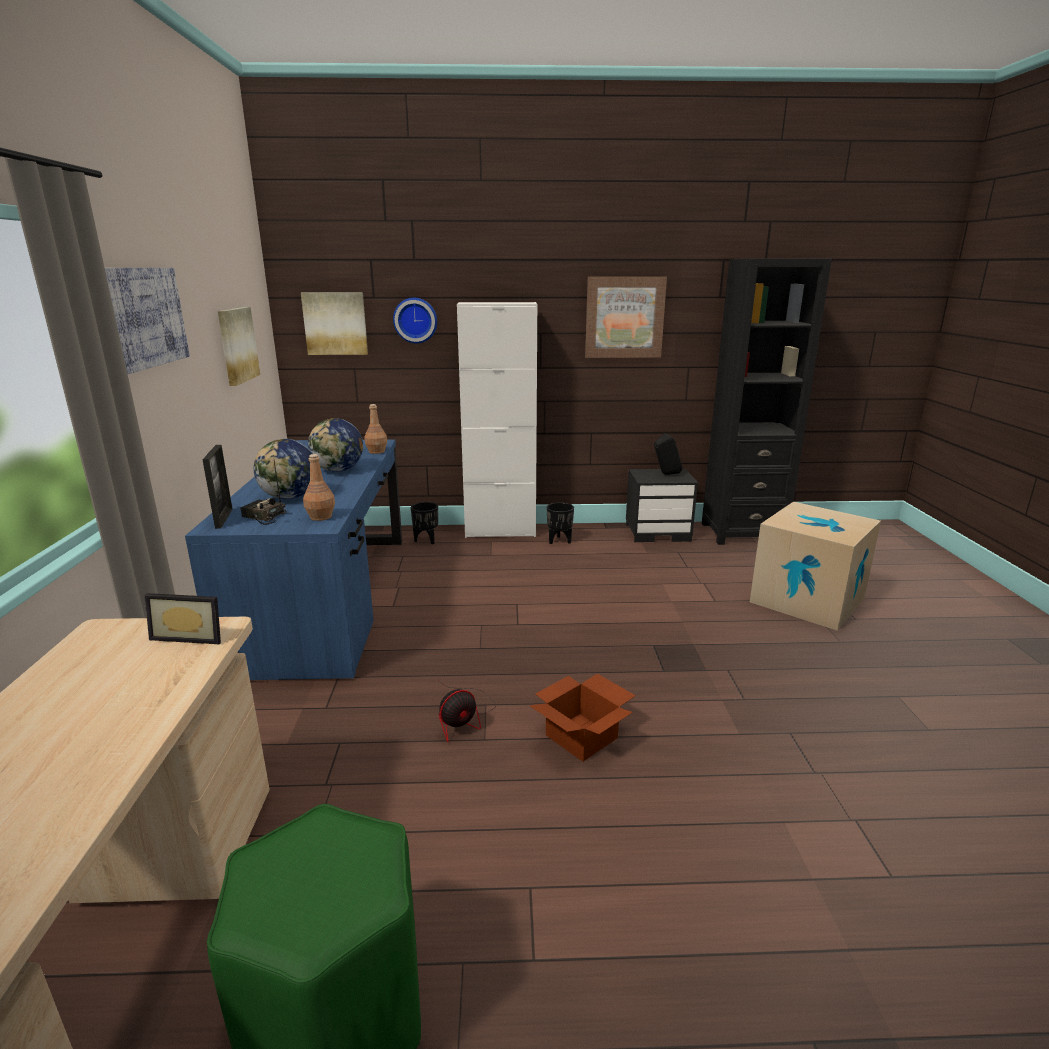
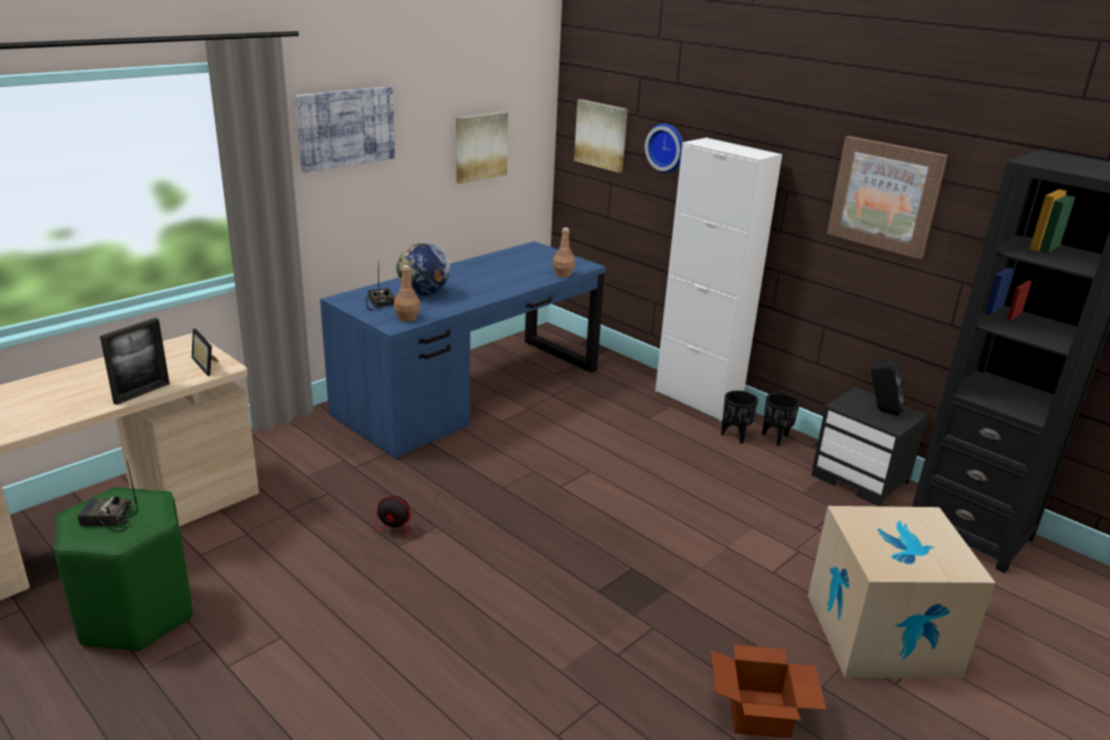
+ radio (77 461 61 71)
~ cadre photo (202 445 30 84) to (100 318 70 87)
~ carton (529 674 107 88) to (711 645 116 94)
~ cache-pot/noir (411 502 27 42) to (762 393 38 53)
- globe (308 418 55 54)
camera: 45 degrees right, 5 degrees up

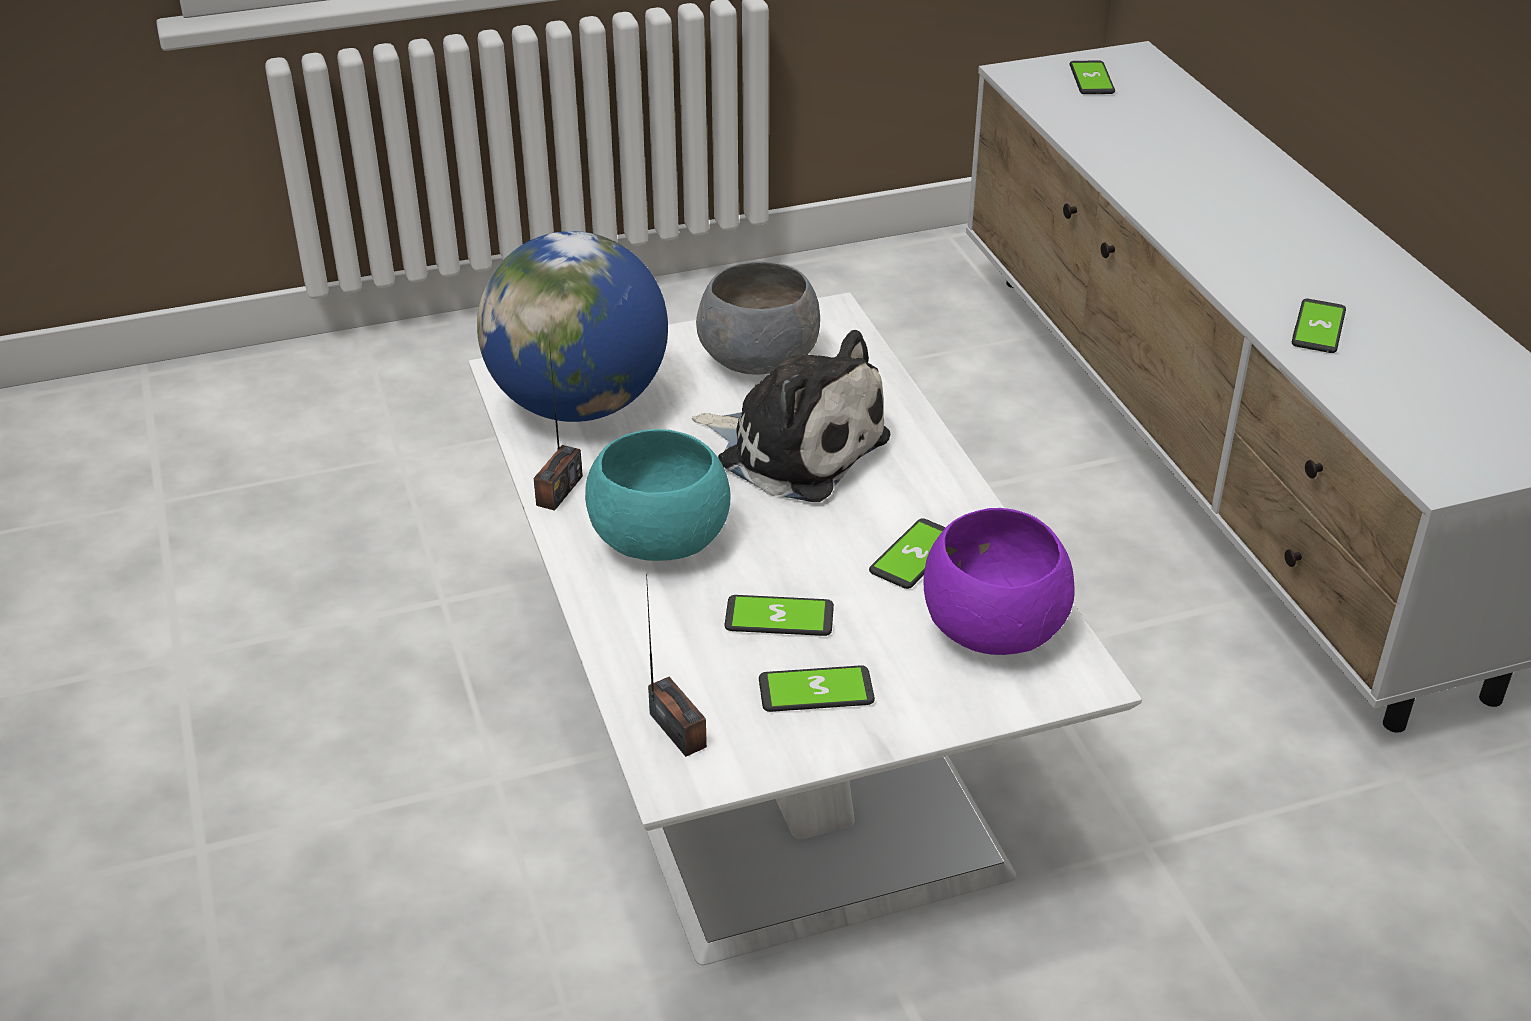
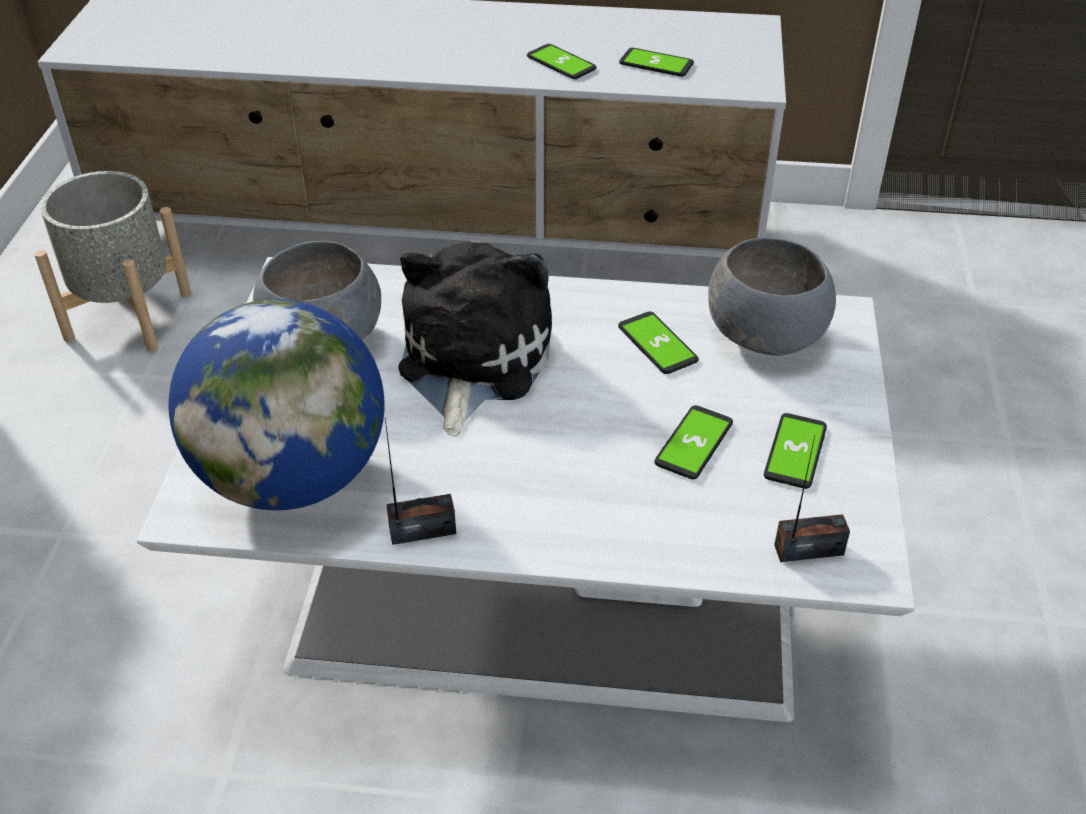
+ cache-pot/gris (34 171 158 181)
~ radio (534 341 49 170) = (385 418 71 127) 60 degrees counterclockwise
~ peluche (692 330 198 172) = (398 242 154 194) 45 degrees counterclockwise
~ téléphone (1070 60 45 34) to (619 48 75 29)
~ bol/violet (923 508 152 147) to bol/gris (708 237 128 119)
- bol/turquoise (585 429 146 132)
camera: 65 degrees left, 5 degrees up

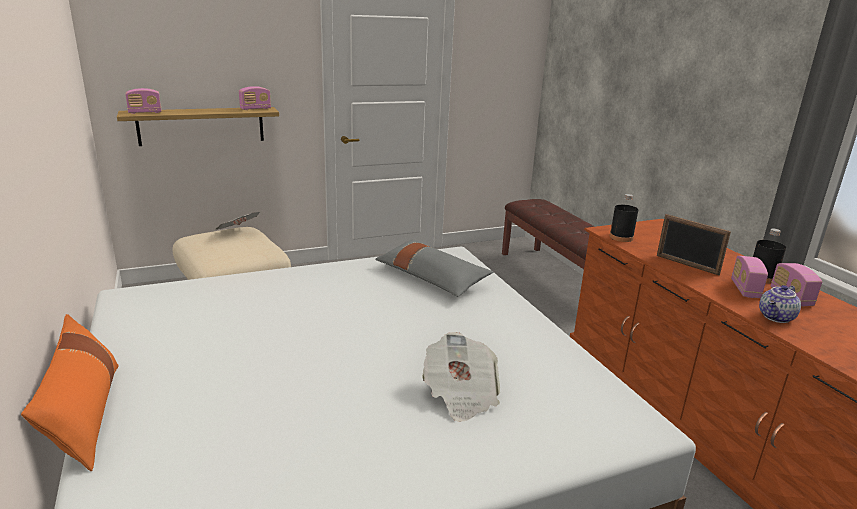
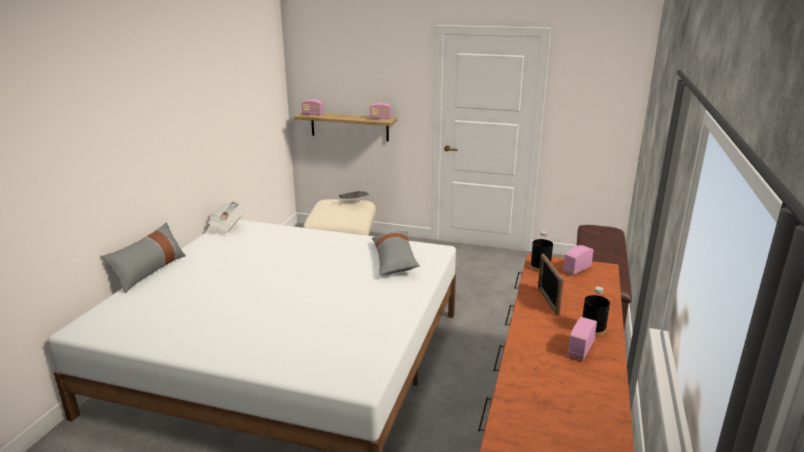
~ coussin/orange (21 314 98 157) to coussin/gris (101 222 85 71)
~ journal (422 332 78 90) to (206 201 38 34)
~ radio (731 256 37 42) to (563 245 31 30)
- théière (759 285 42 38)
camera: 40 degrees right, 0 degrees up

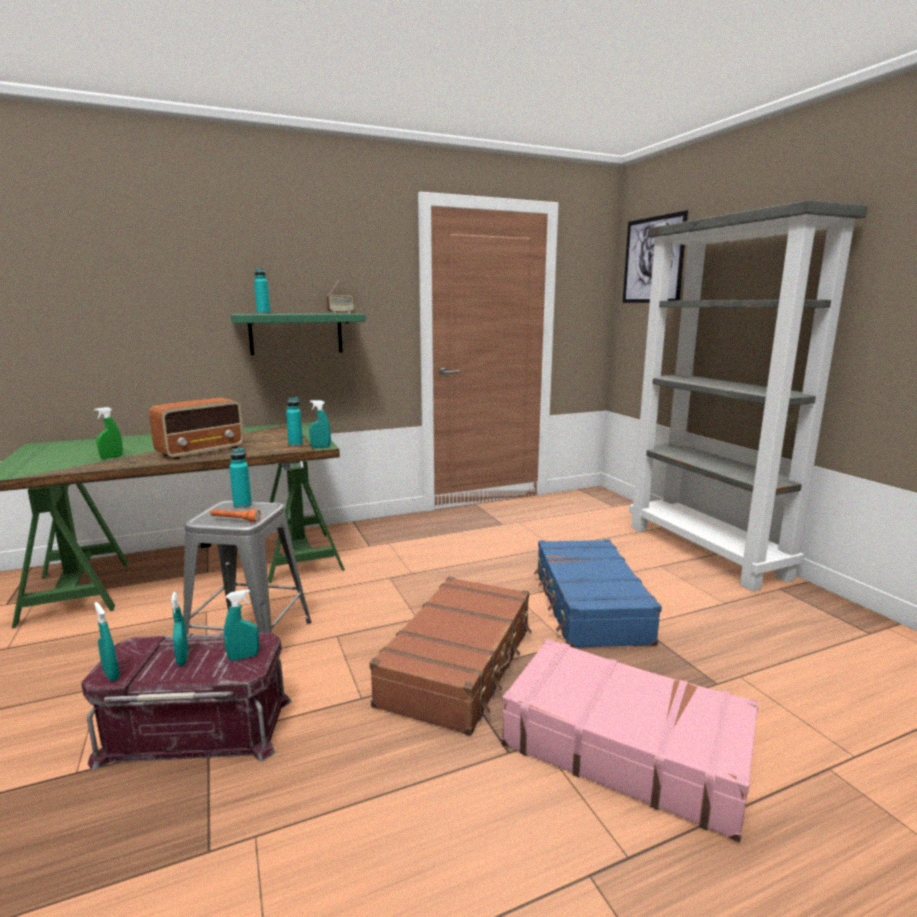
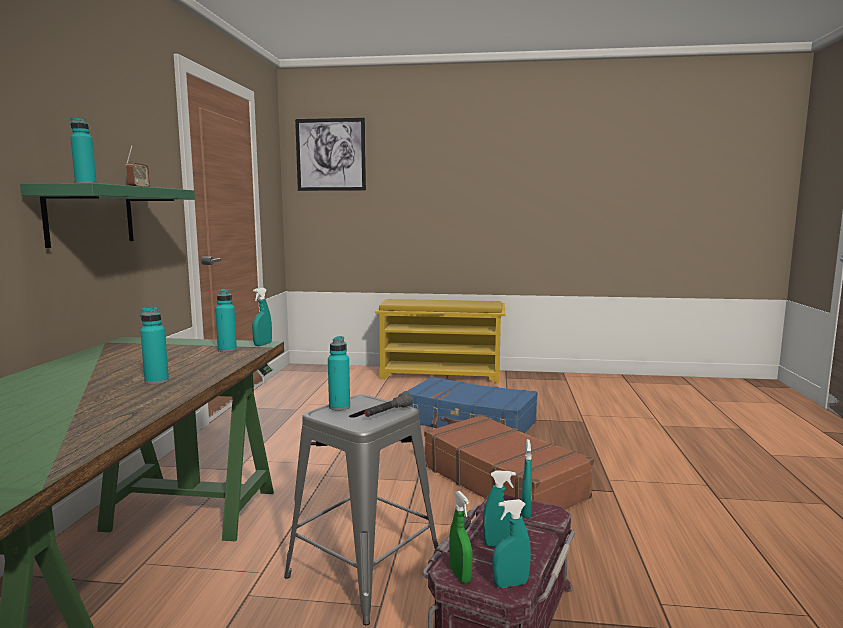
~ radio (149 398 95 62) to bouteille/turquoise (140 307 29 77)
~ lampe de poche/orange (210 509 51 13) to lampe de poche/gris (364 392 49 25)
~ bibliothèque/gris (629 200 239 391) to étagère à chaussures/jaune (375 299 131 84)
~ vaporisateur/vert (94 407 29 52) to (449 491 24 92)
- valise/rose (501 639 258 203)
camera: 60 degrees left, 5 degrees down

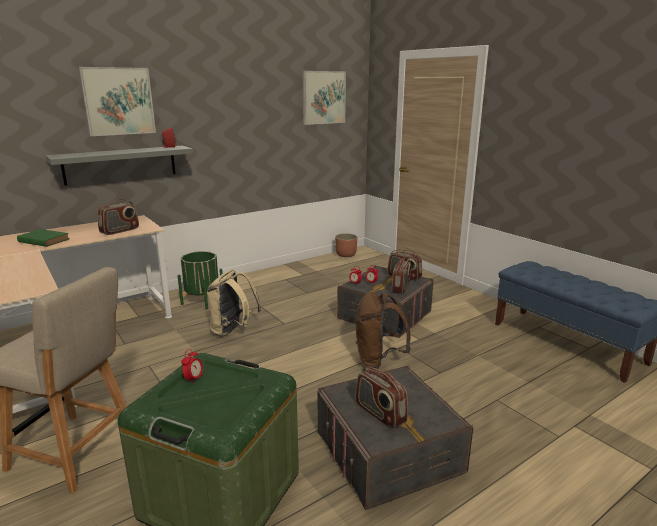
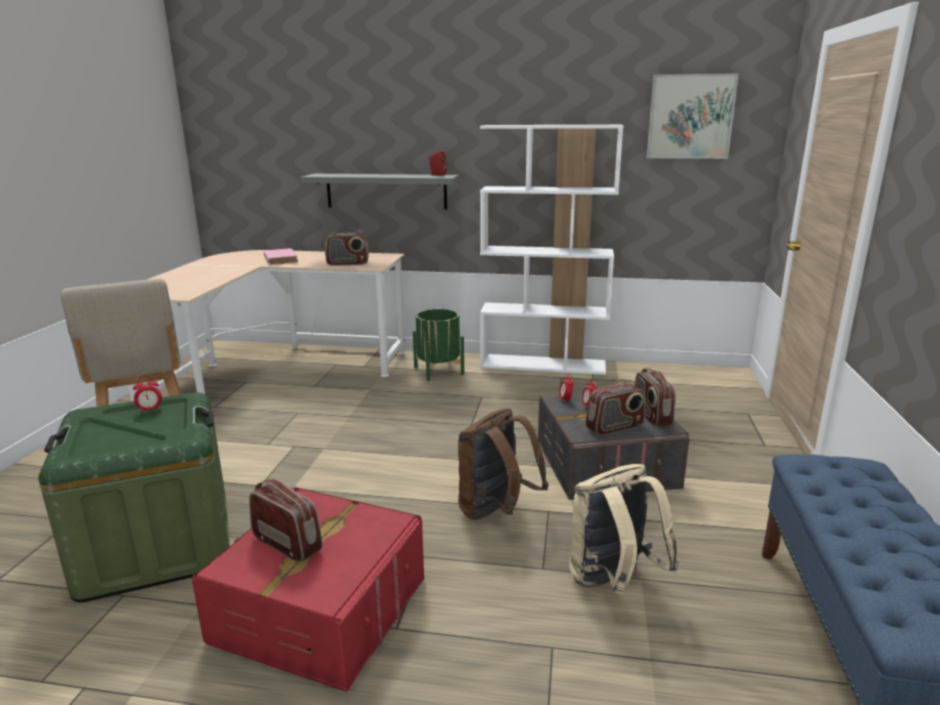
~ boîte de rangement/gris (317 366 156 144) to boîte de rangement/rouge (192 487 232 205)
~ radio (355 367 53 62) = (249 479 73 83) 120 degrees clockwise
~ livre/vert (17 229 53 18) to livre/rose (264 248 34 17)
+ bibliothèque/blanc (480 125 144 250)
~ sac à dos/beige (207 270 55 67) to (569 464 110 131)
- tableau (79 67 77 69)
- cache-pot (335 233 22 24)
camera: 45 degrees right, 0 degrees up

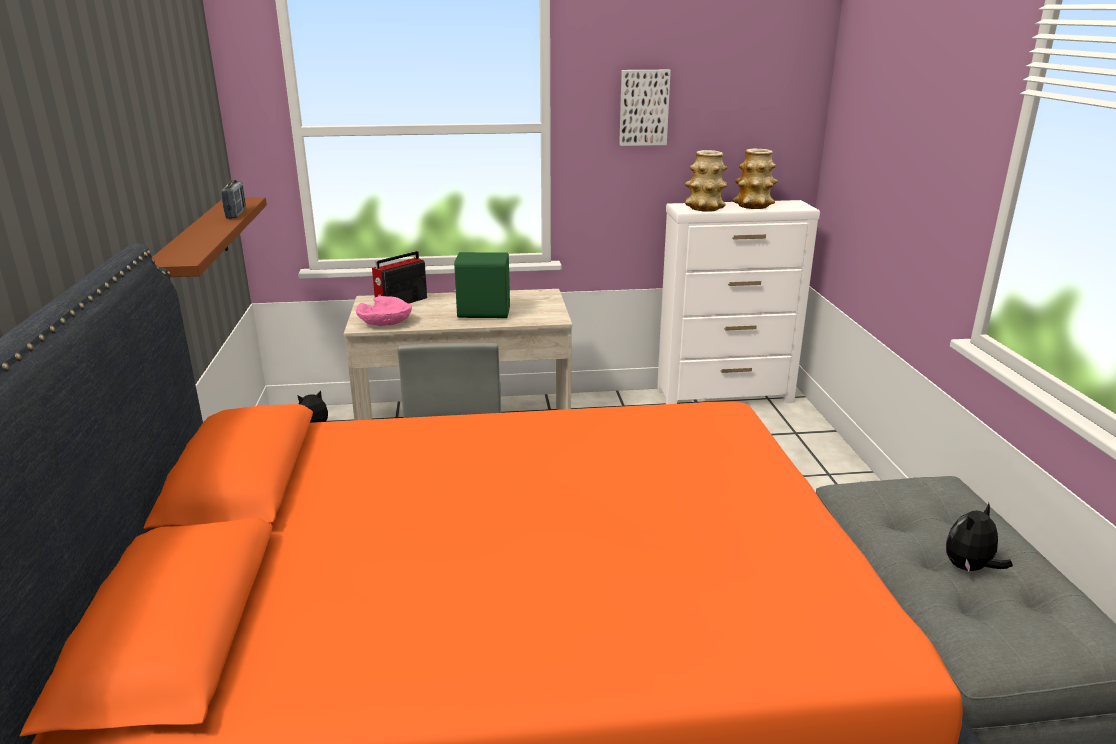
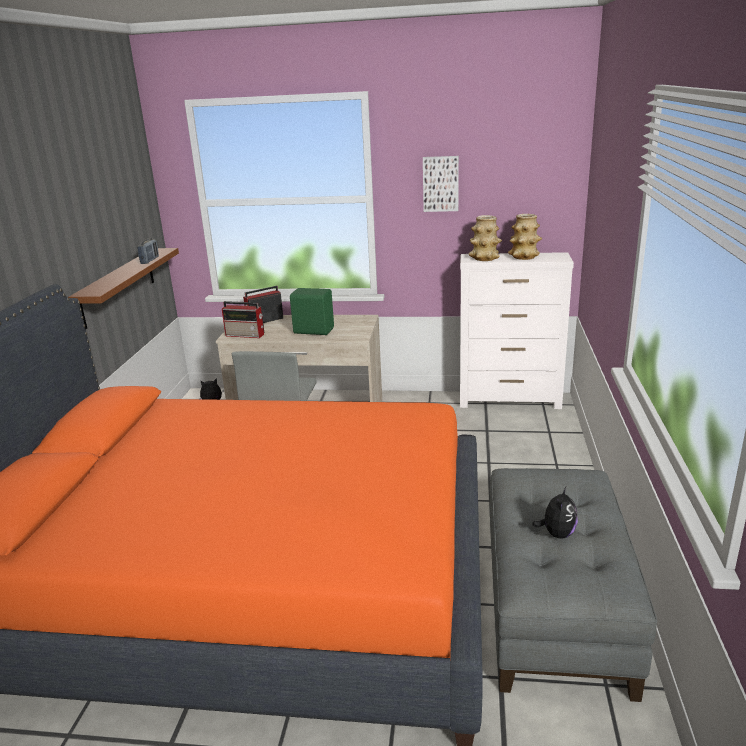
~ bol/rose (356 296 56 30) to radio (222 301 42 37)
~ peluche (946 503 67 69) = (532 487 46 52) 135 degrees clockwise
camera: 15 degrees right, 0 degrees up

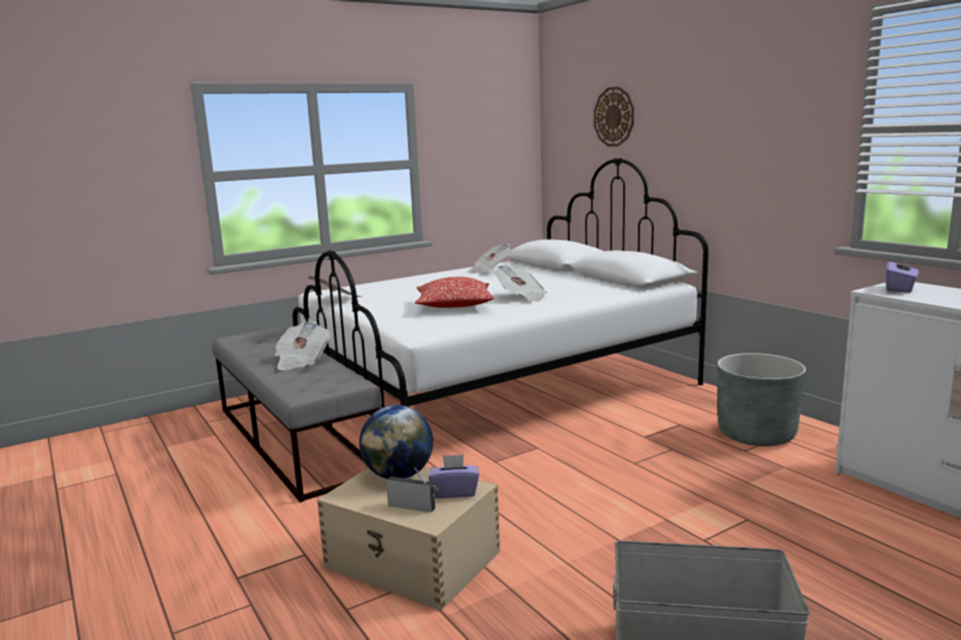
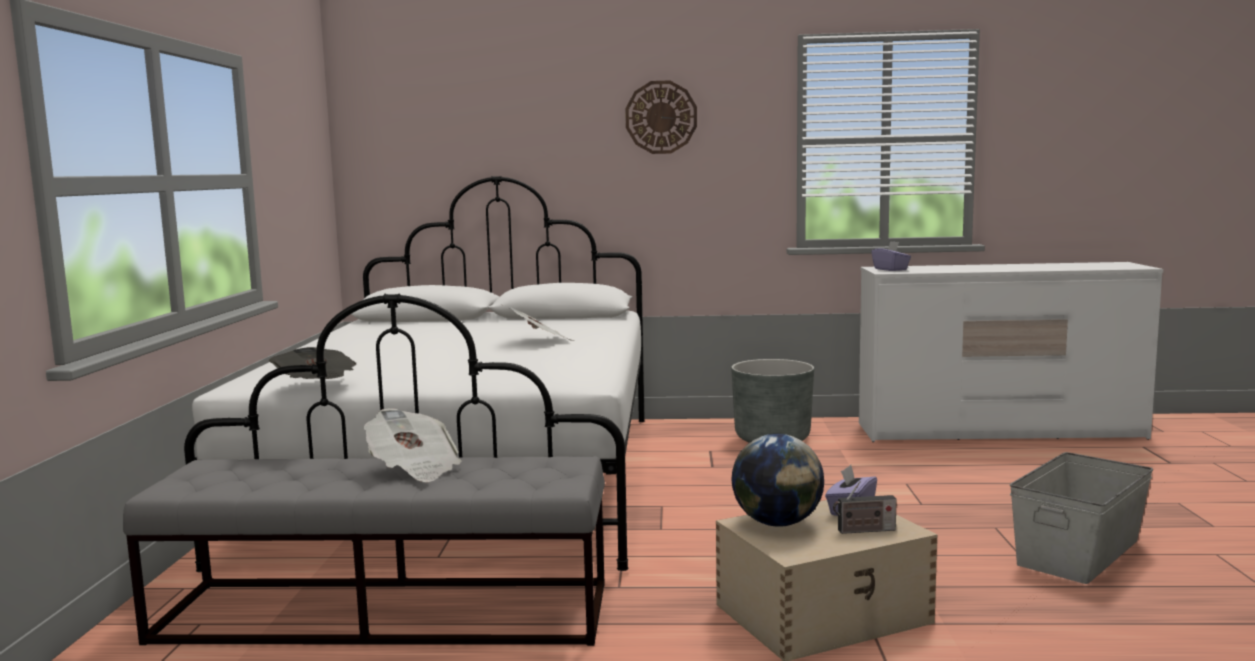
~ horloge murale (594 86 40 61) to (625 80 72 74)
~ radio (386 467 52 45) = (833 481 64 53) 150 degrees counterclockwise
- coussin (415 277 79 31)
- journal (467 243 45 31)
camera: 55 degrees left, 5 degrees down

